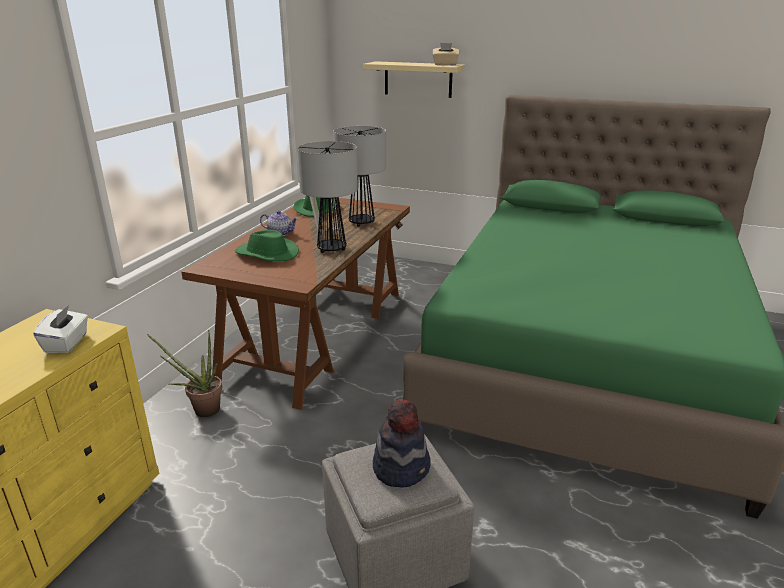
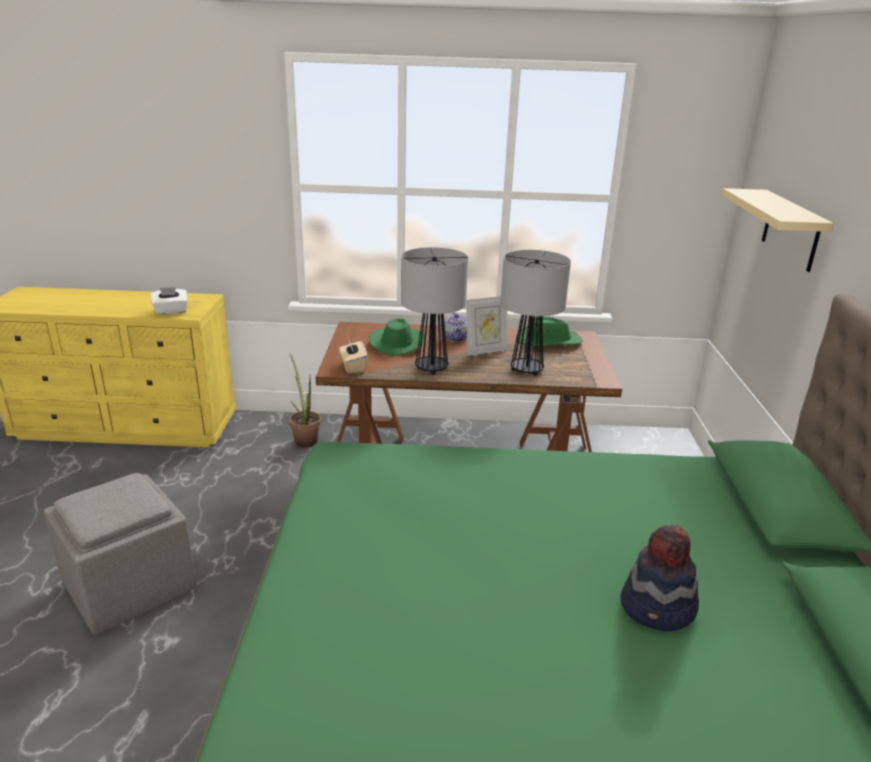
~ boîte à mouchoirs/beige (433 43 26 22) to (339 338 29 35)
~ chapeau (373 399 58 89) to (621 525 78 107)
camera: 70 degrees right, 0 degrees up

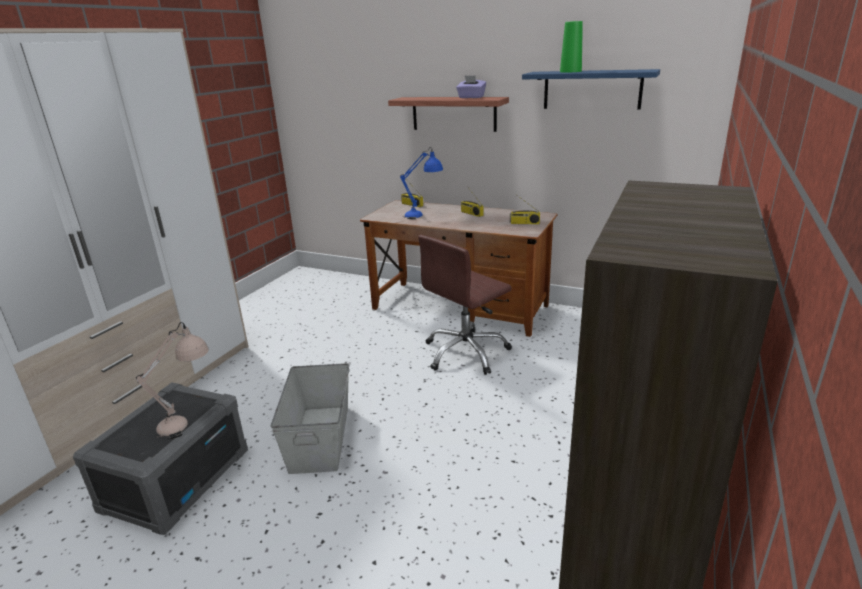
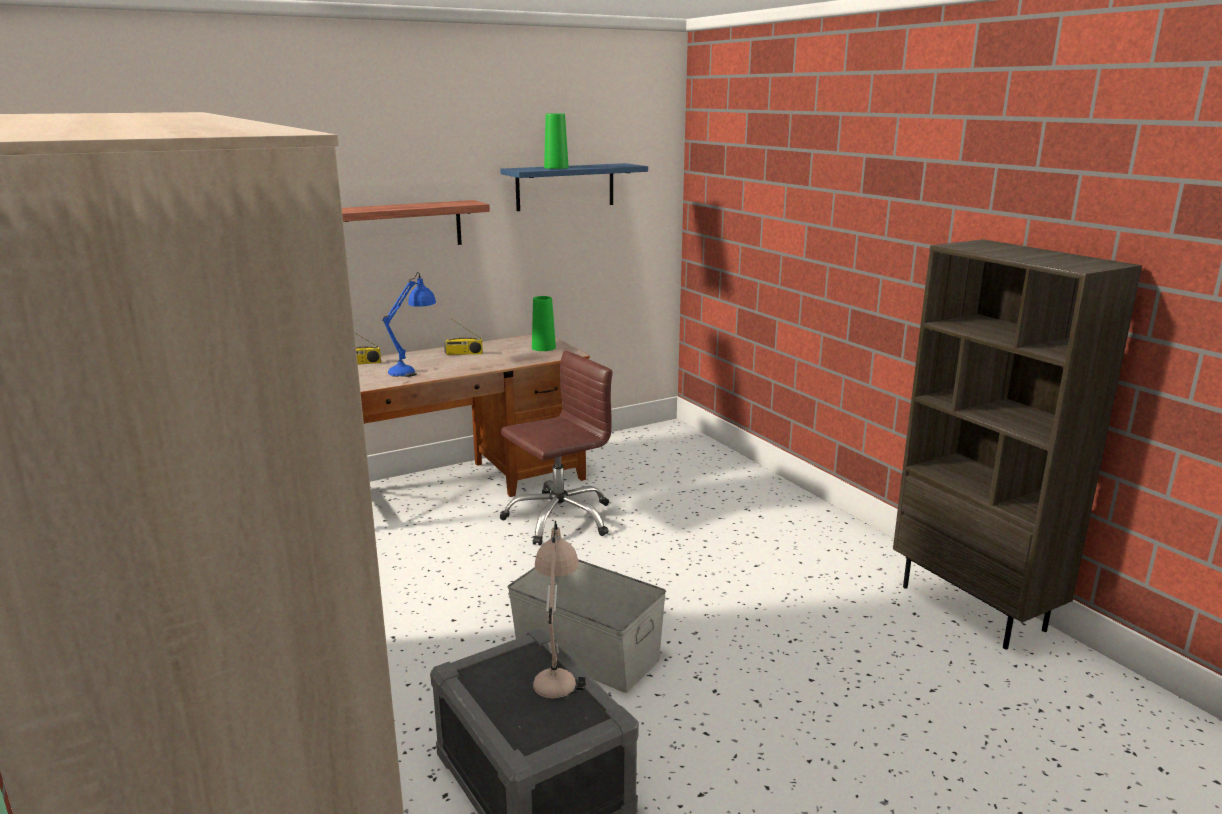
~ chaise de bureau/marron (418 235 94 140) = (500 351 113 195) 120 degrees counterclockwise
~ radio (510 196 30 28) to vase/vert (532 296 24 55)
- boîte à mouchoirs/violet (456 76 30 22)
camera: 55 degrees left, 5 degrees down

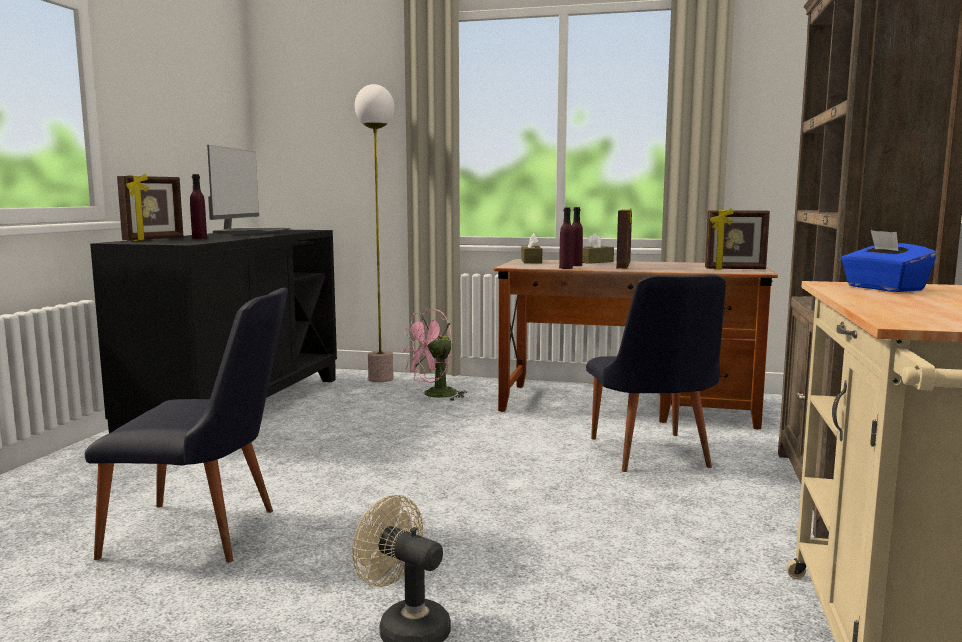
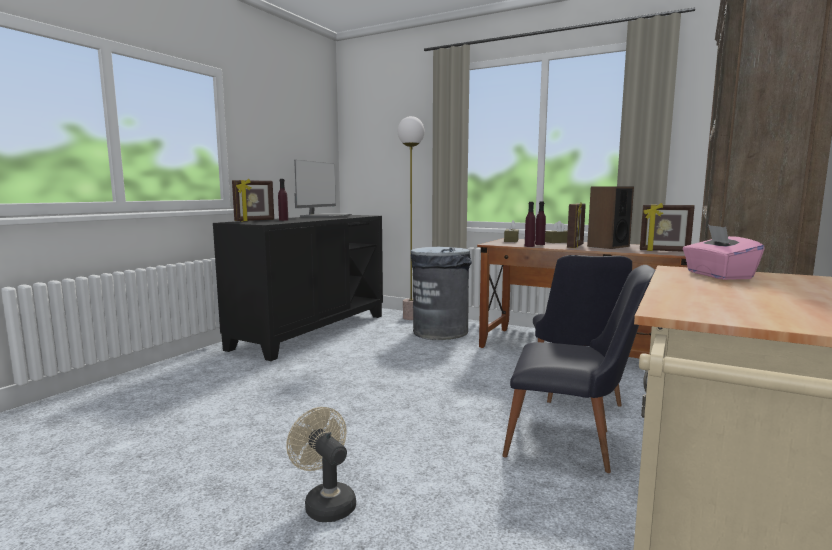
~ ventilateur/rose (402 309 65 92) to poubelle/gris (410 247 62 93)
~ chaise/noir (85 288 203 274) to (502 265 153 208)
+ enceinte (587 186 47 63)
~ boîte à mouchoirs/bleu (841 230 96 62) to boîte à mouchoirs/rose (683 225 82 55)
camera: 15 degrees right, 0 degrees up

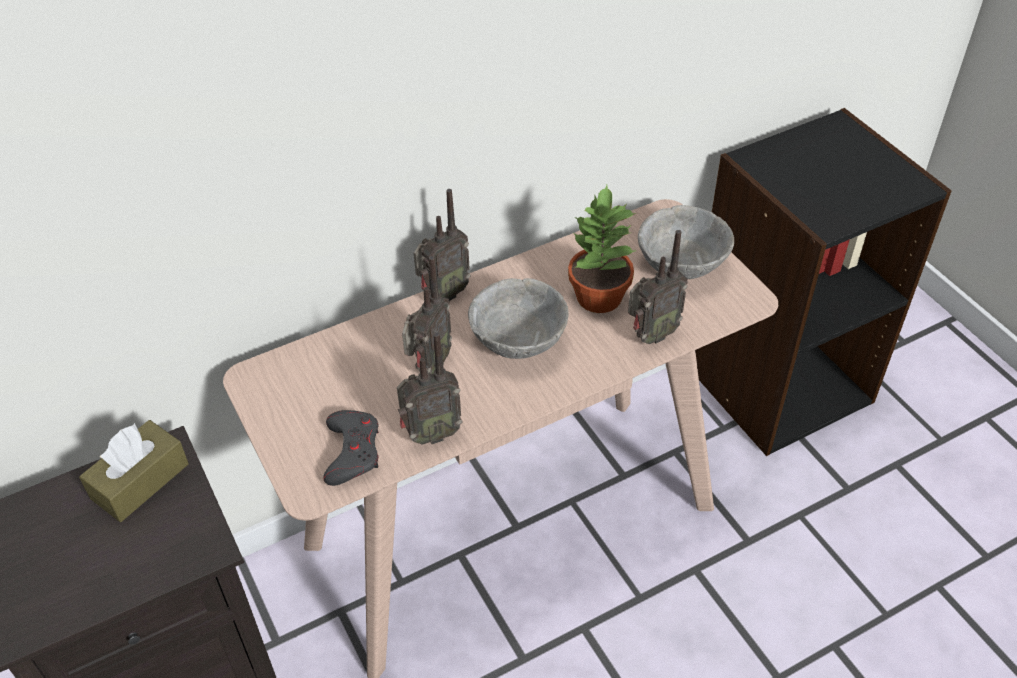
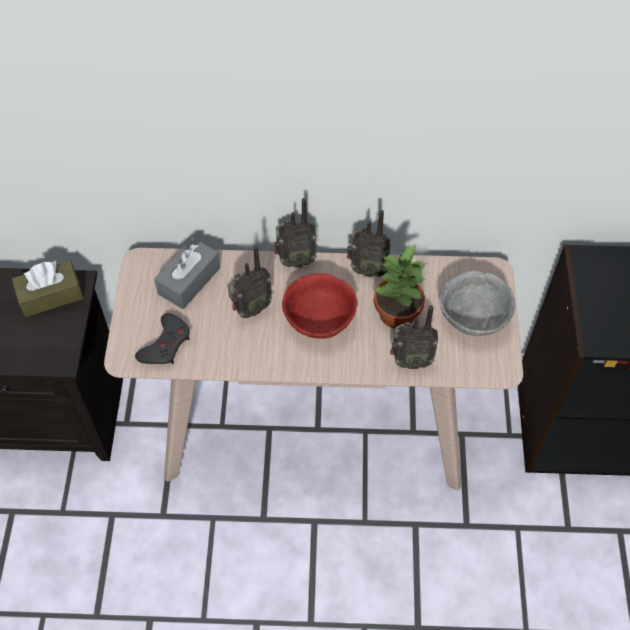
+ boîte à mouchoirs/gris (154 238 67 71)
~ bol/gris (468 278 101 81) to bol/rouge (282 273 75 66)
~ radio (397 332 66 113) to (347 210 44 68)
camera: 30 degrees right, 10 degrees up

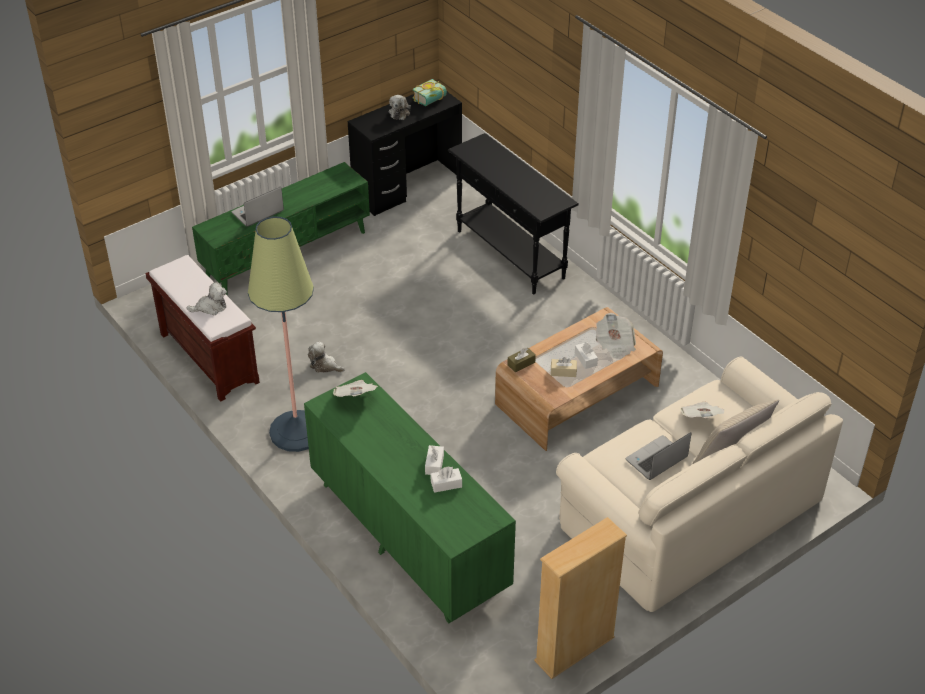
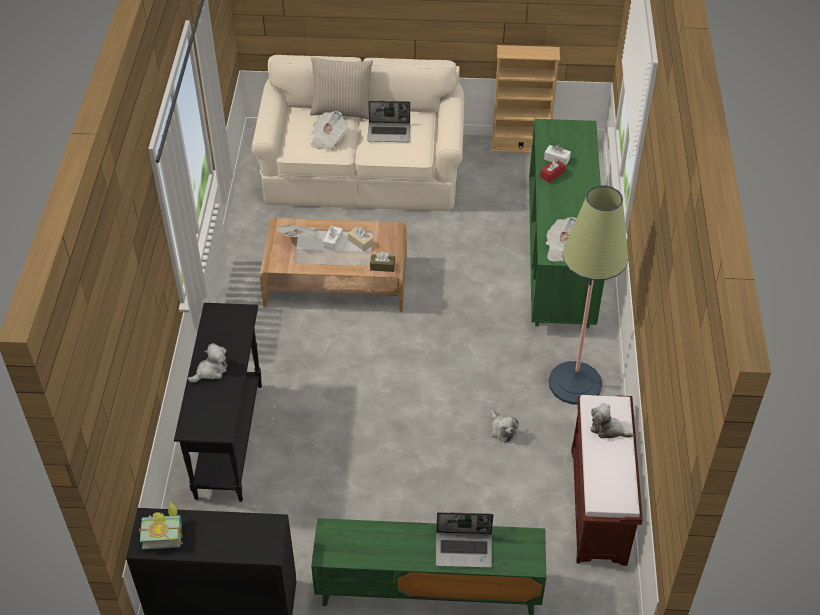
~ peluche (389 95 22 25) to (188 343 39 40)
~ boîte à mouchoirs/blanc (425 445 19 30) to boîte à mouchoirs/rouge (540 159 26 24)
camera: 140 degrees left, 5 degrees up

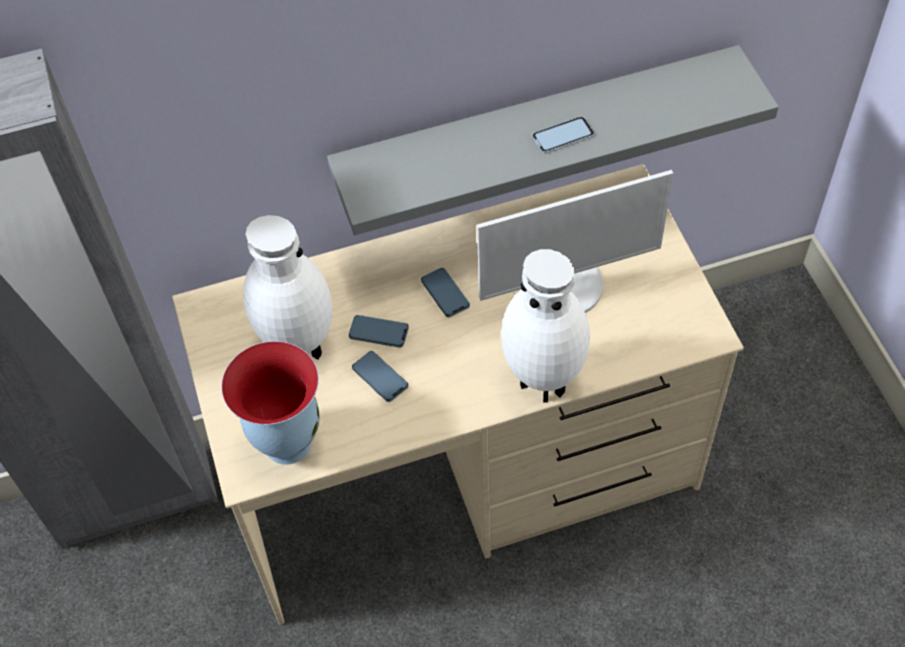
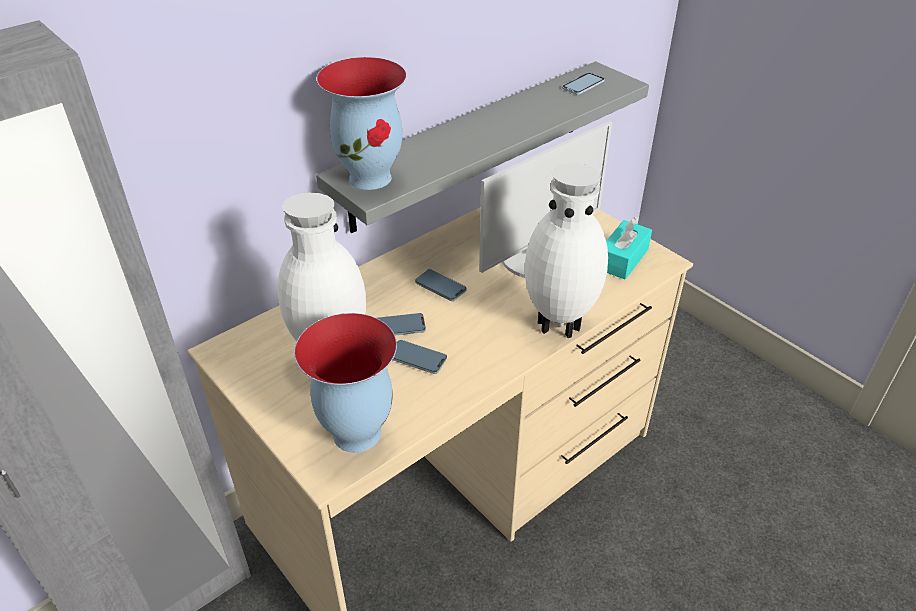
+ vase (316 57 91 133)
~ téléphone (532 116 62 38) to (562 73 43 21)
+ boîte à mouchoirs/turquoise (606 217 46 62)
camera: 25 degrees left, 15 degrees down

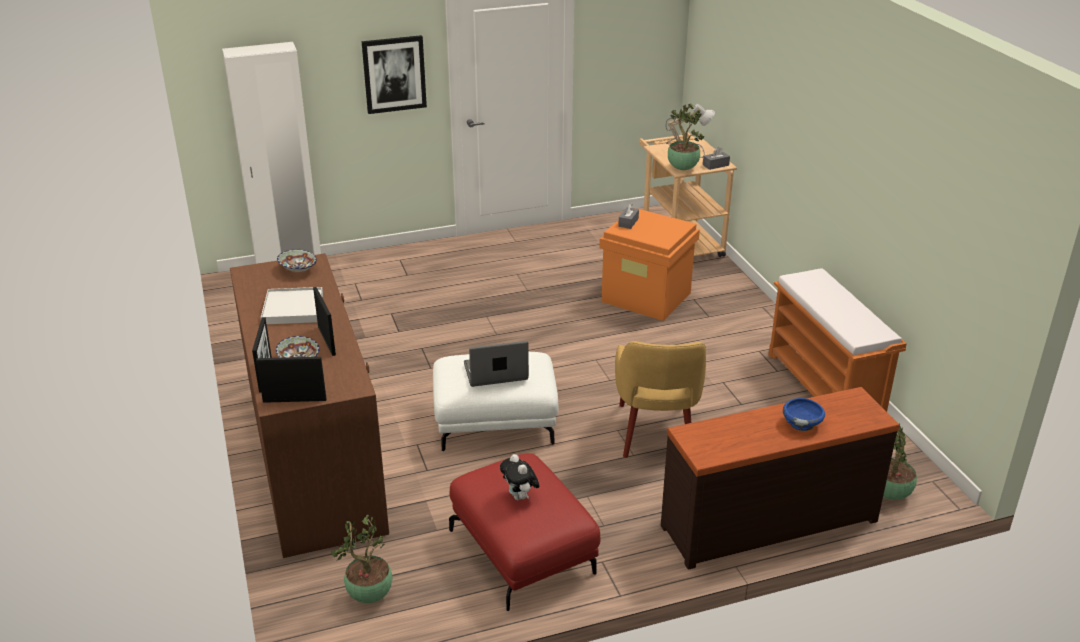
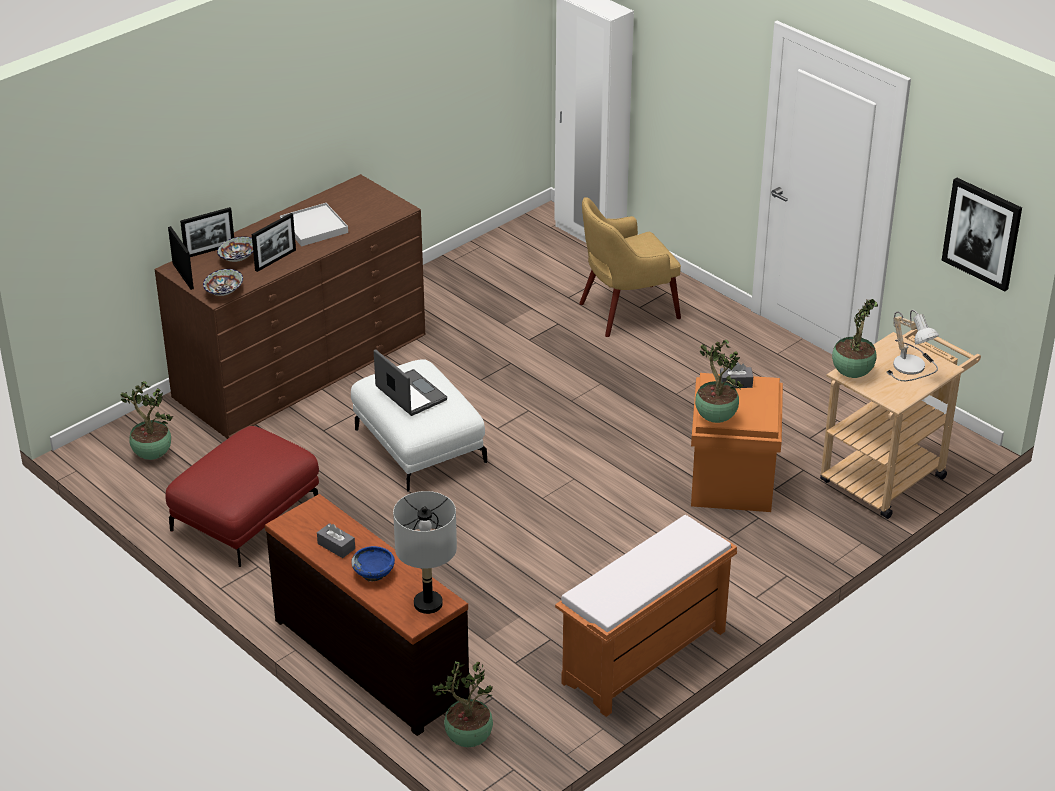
~ bol (277 250 40 22) to (203 269 40 27)
~ boîte à mouchoirs/gris (703 147 27 23) to (317 523 38 35)
+ lampe de table/gris (393 491 64 123)
~ fauteuil/jaune (615 341 91 117) to (579 197 102 140)
+ plante en pot (695 340 49 83)
~ tableau (362 35 65 79) to (942 178 80 113)
- peluche (500 454 40 46)
camera: 65 degrees right, 5 degrees up

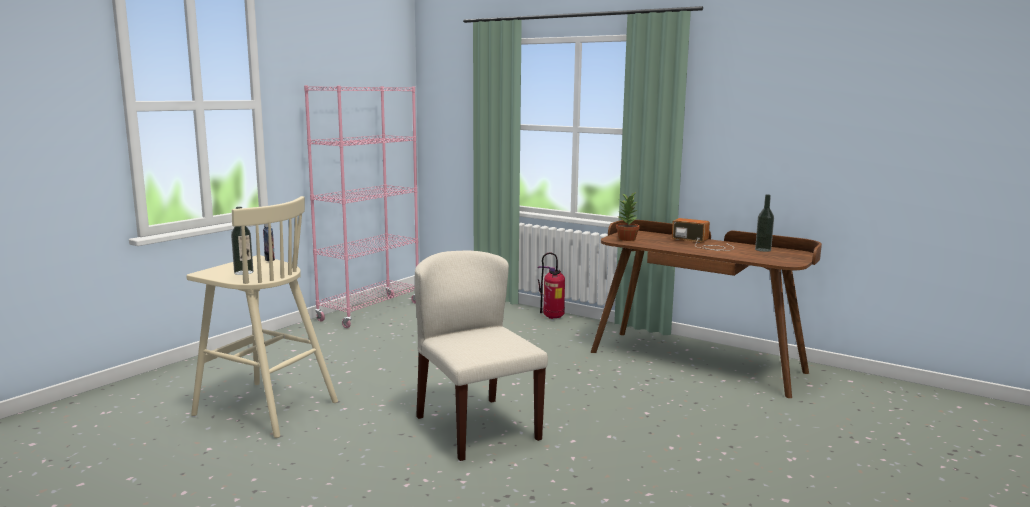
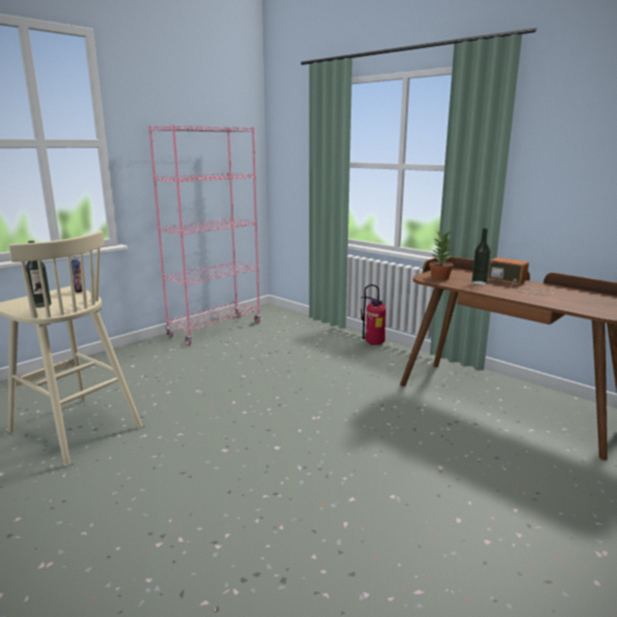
~ bouteille (755 194 19 58) to (472 228 19 57)
- chaise/beige (415 250 133 211)
camera: 10 degrees right, 5 degrees up

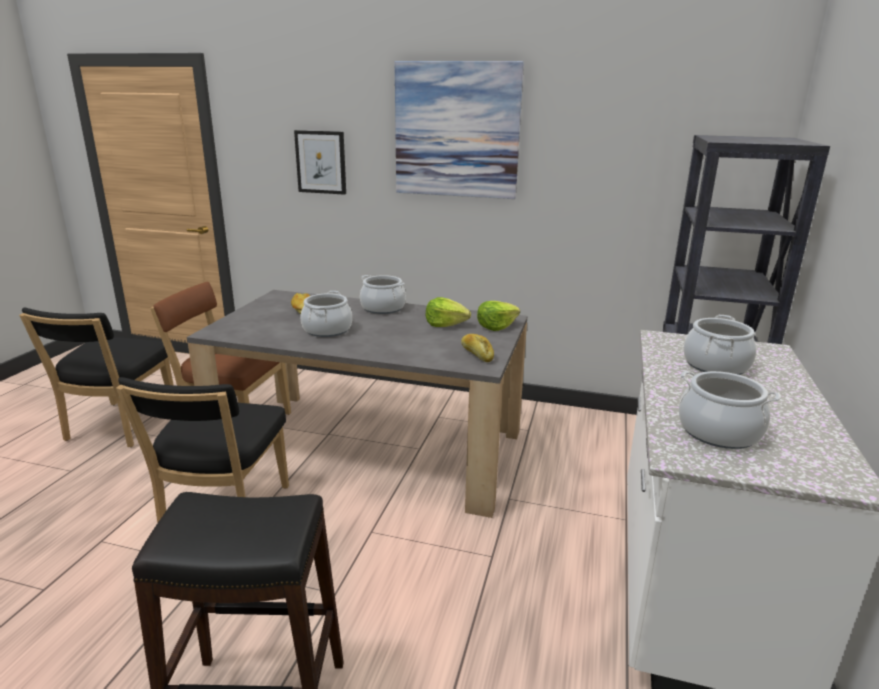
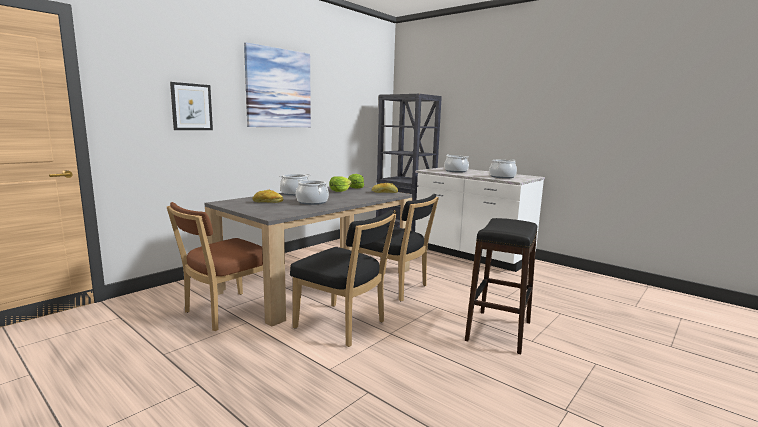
~ chaise/noir (19 308 155 139) to (359 194 80 107)
camera: 65 degrees left, 10 degrees down

